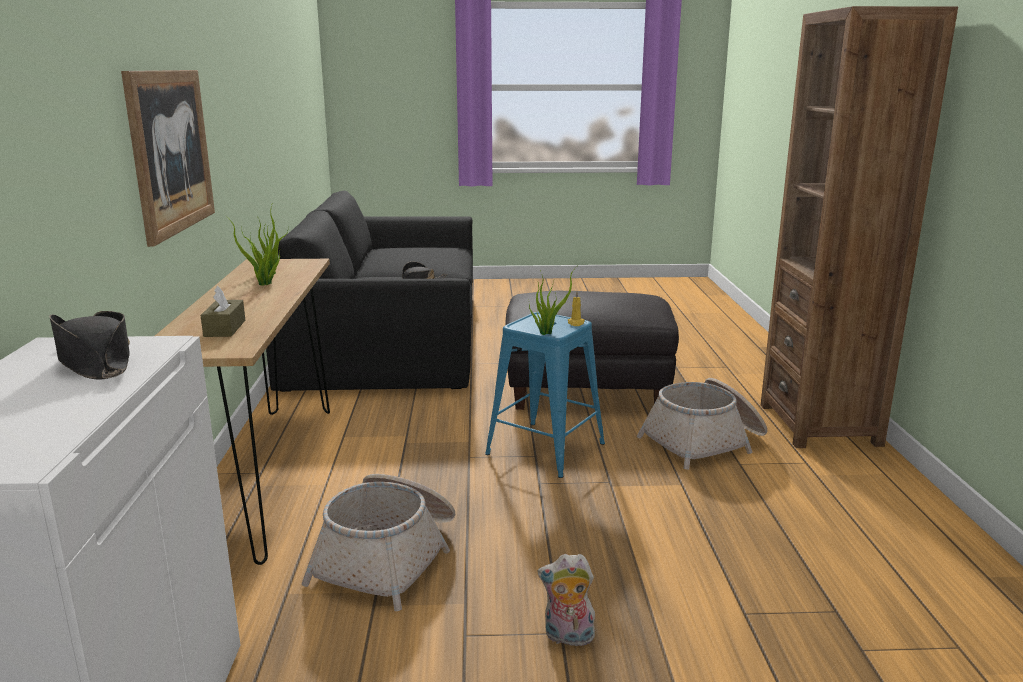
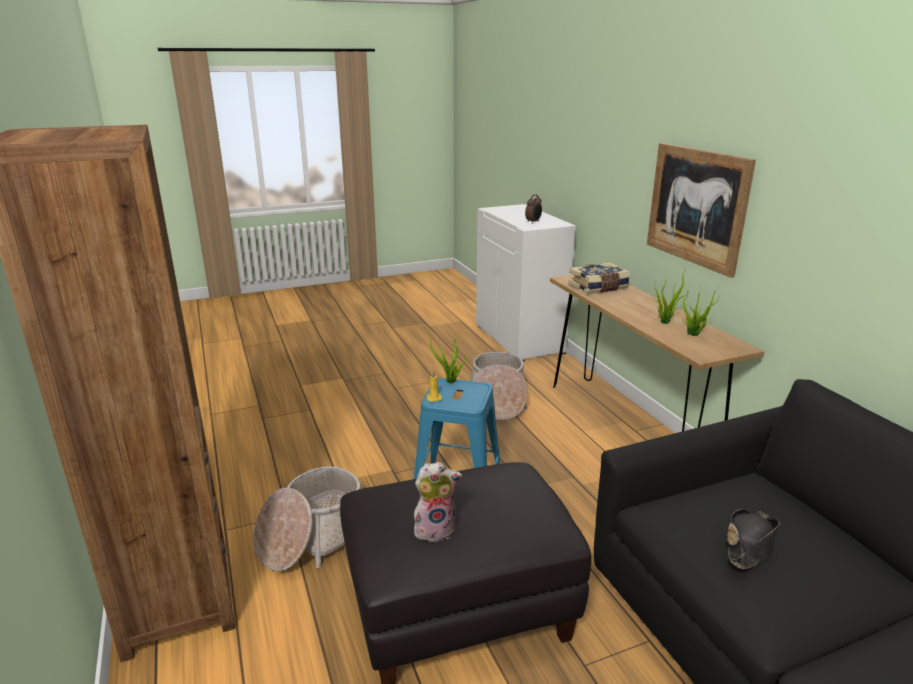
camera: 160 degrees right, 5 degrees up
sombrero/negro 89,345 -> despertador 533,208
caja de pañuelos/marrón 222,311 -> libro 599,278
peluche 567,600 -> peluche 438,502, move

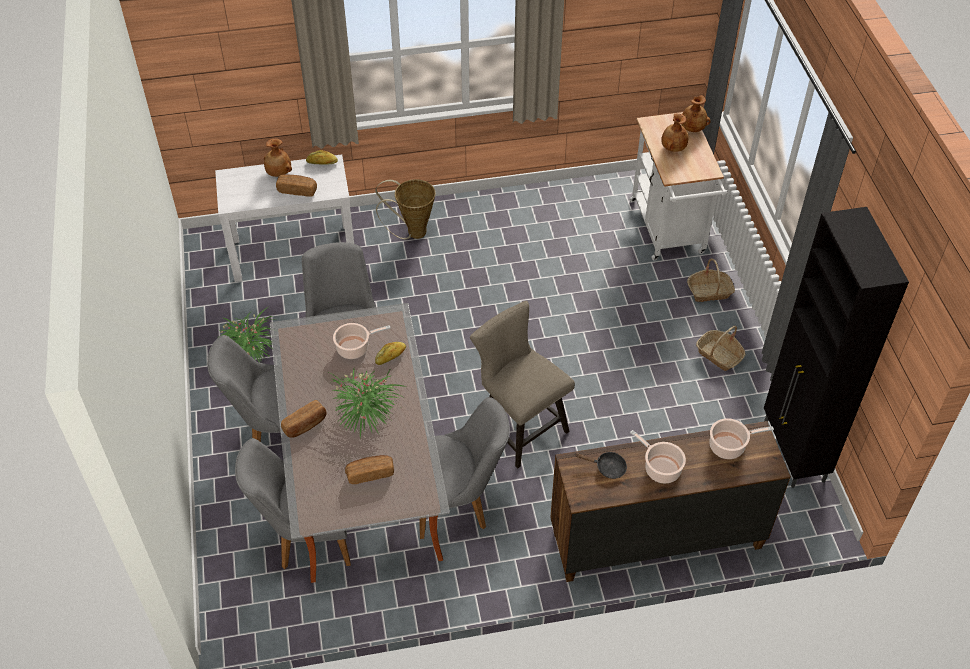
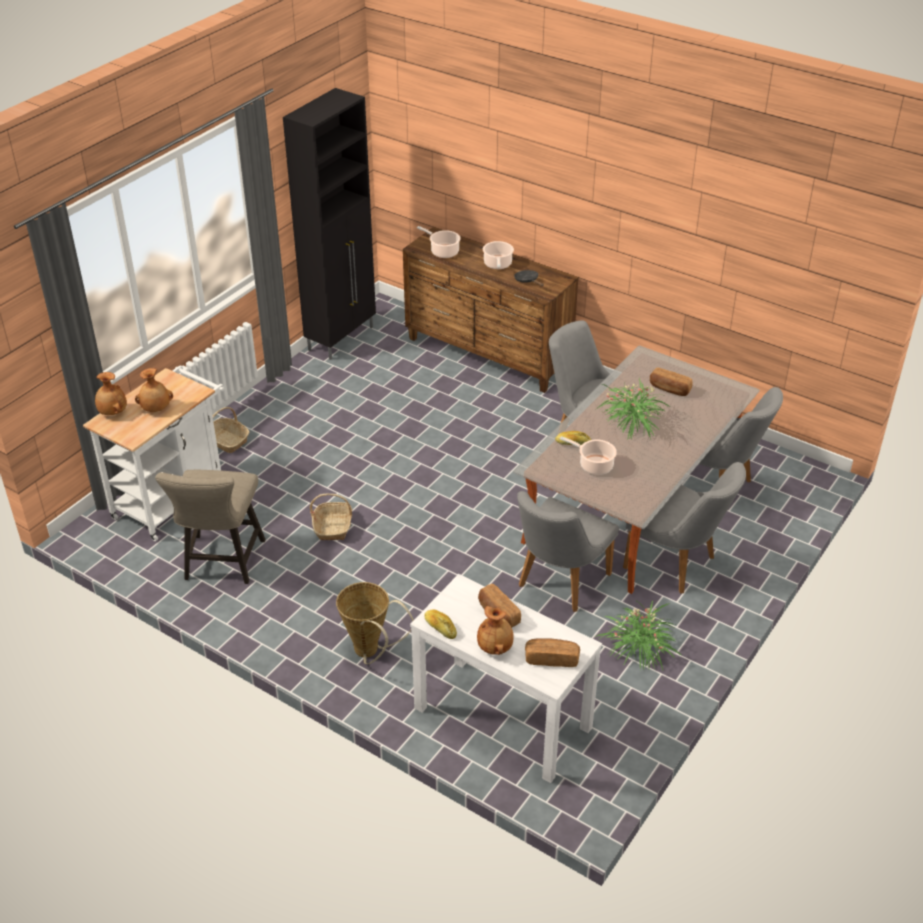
camera: 135 degrees left, 10 degrees down
pan 303,419 -> pan 552,652, move
taburete/beis 522,384 -> taburete/beis 210,527, move
cesta 720,348 -> cesta 331,517, move

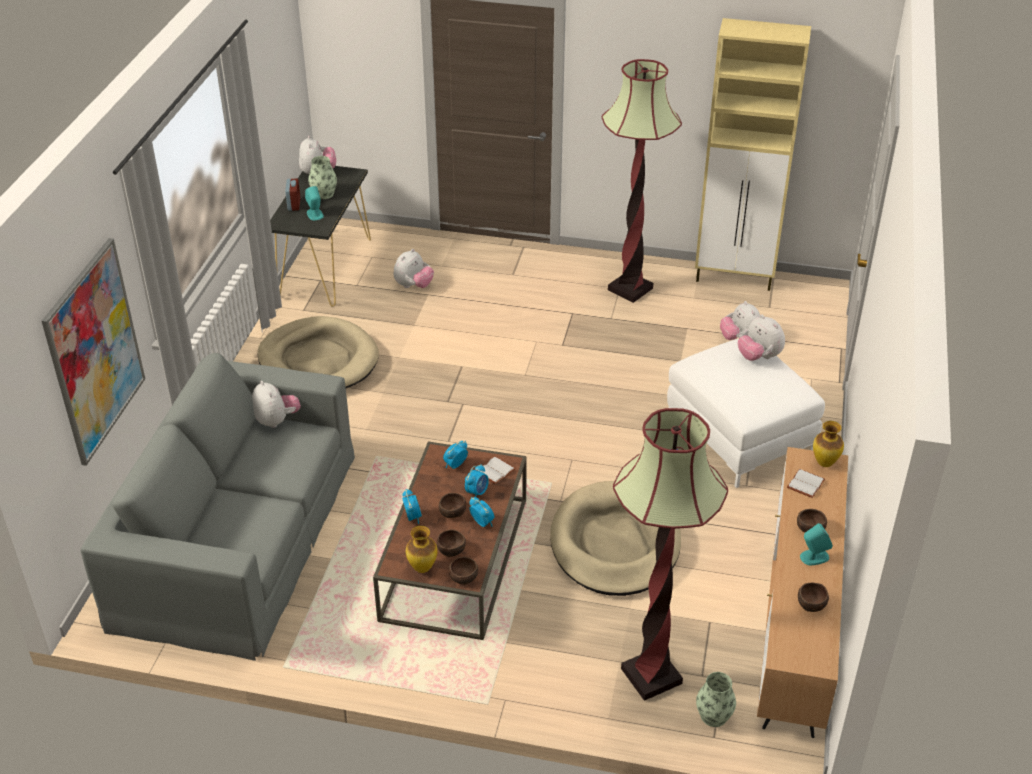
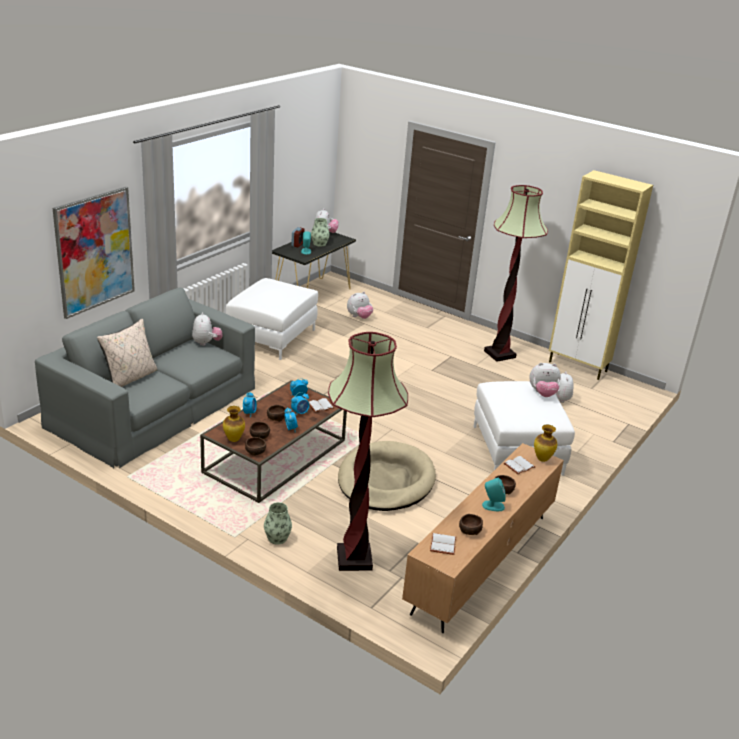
camera: 20 degrees right, 10 degrees down
cama para perro/beis 318,352 -> puf/blanco 272,319
florero 716,699 -> florero 278,523, move
peluche 761,338 -> peluche 545,380, 75 degrees counterclockwise
none -> cojín/beis 127,353
none -> libro/blanco 443,544

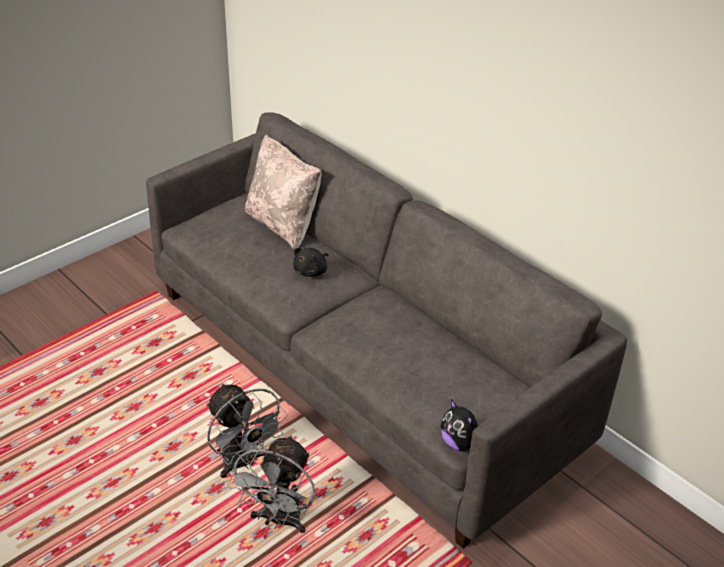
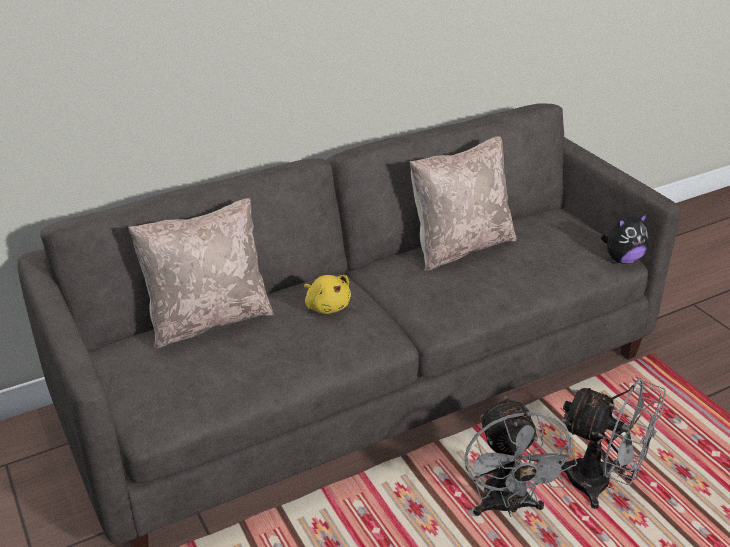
camera: 75 degrees left, 5 degrees down
ventilador/gris 247,430 -> ventilador/gris 521,456, 105 degrees clockwise
peluche/negro 310,262 -> peluche/amarillo 327,294
none -> cojín/beis 463,203

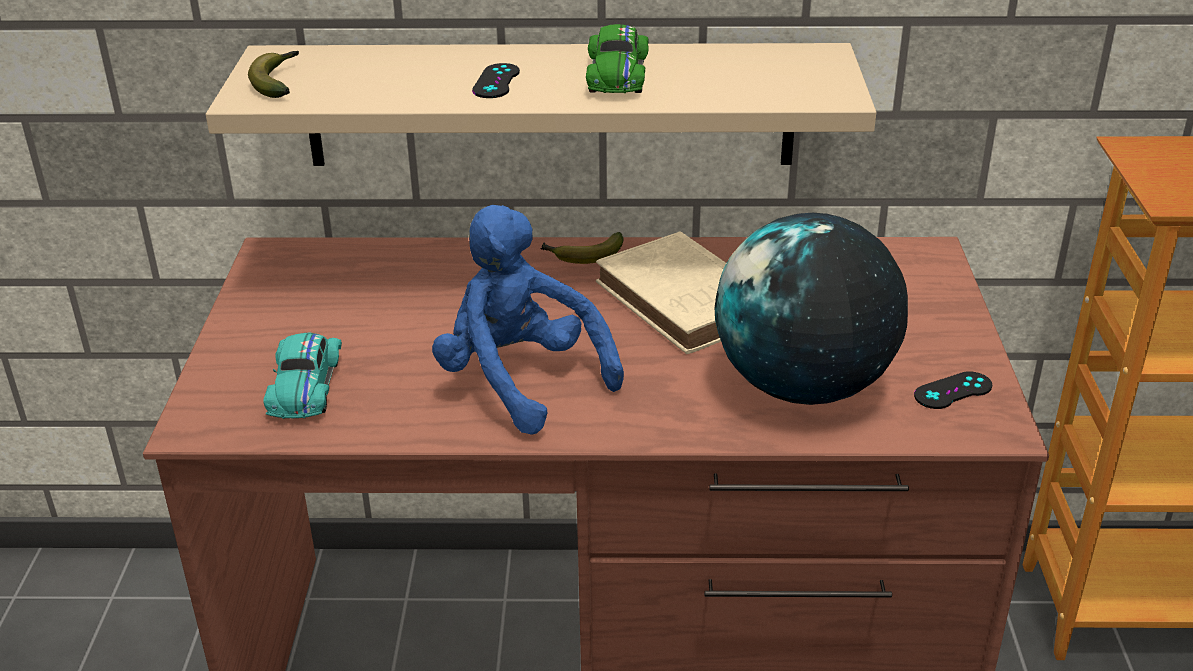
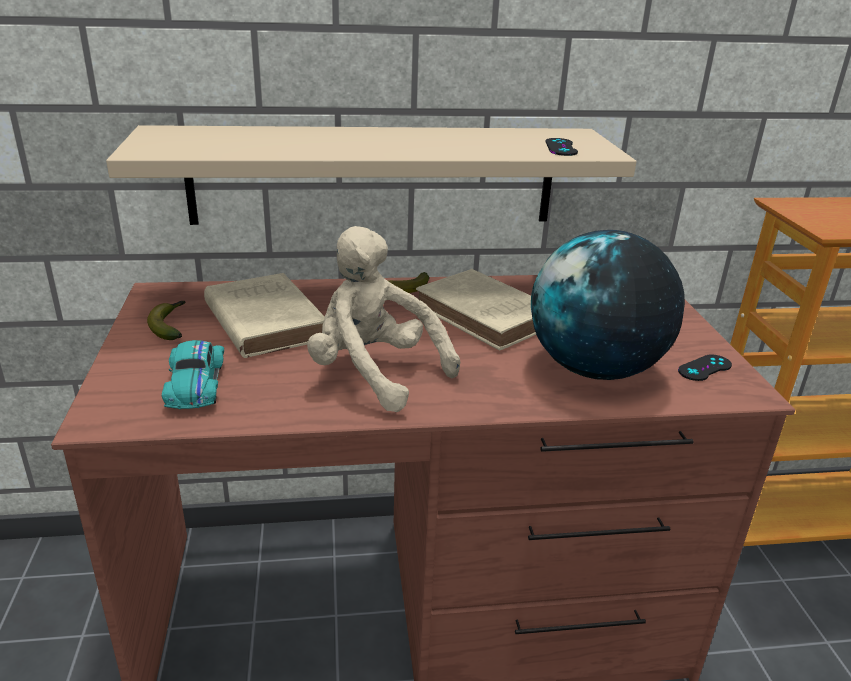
camera: 10 degrees left, 5 degrees down
plátano 273,74 -> plátano 166,320, move
peluche/azul 528,320 -> peluche/beis 383,319
mando de consola/negro 496,80 -> mando de consola/negro 561,147, move
coche de juguete/verde 617,58 -> none
none -> libro/beis 264,315

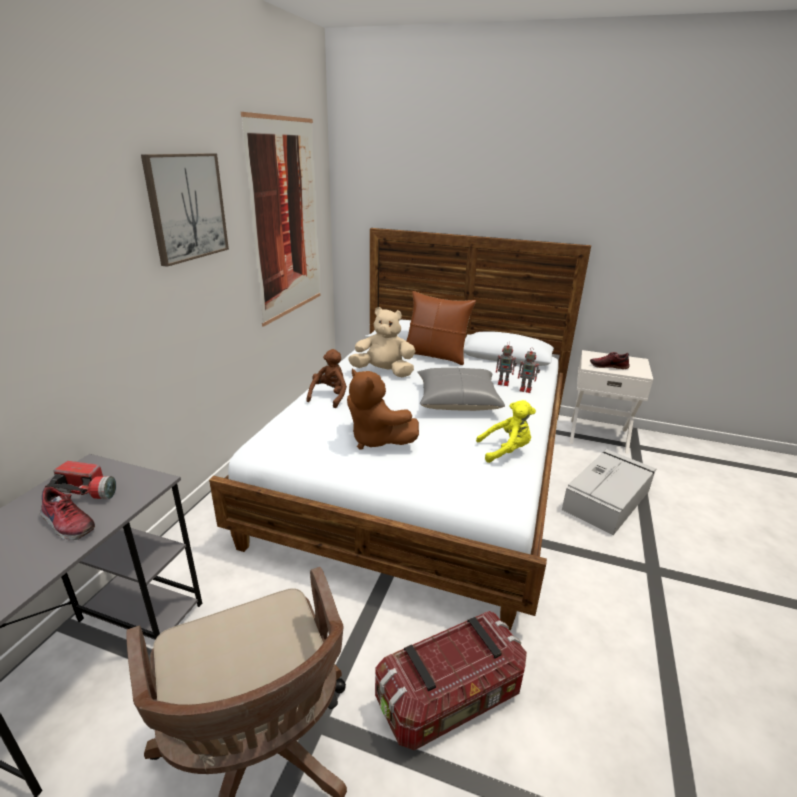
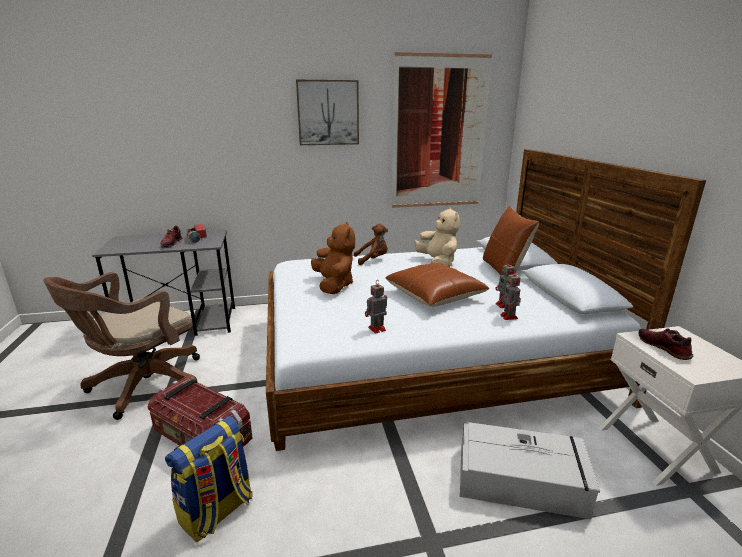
camera: 60 degrees right, 5 degrees down
peluche/marrón 383,409 -> peluche/marrón 333,258, 150 degrees clockwise
cojín/gris 461,389 -> cojín/marrón 438,285
peluche/amarillo 506,431 -> robot de juguete 376,307
none -> mochila 209,479

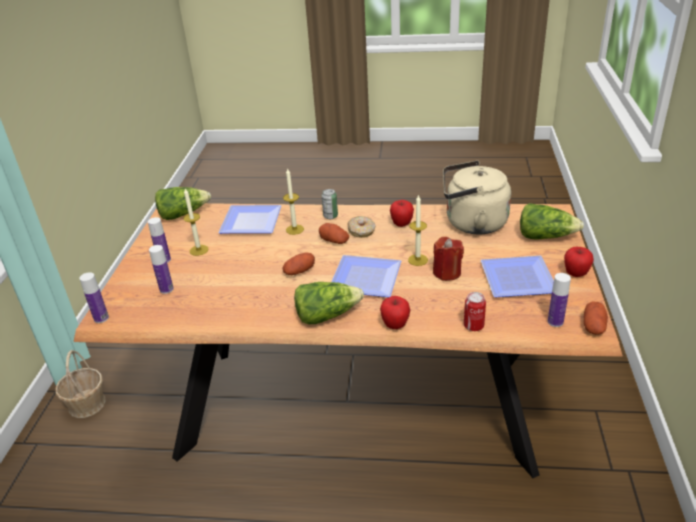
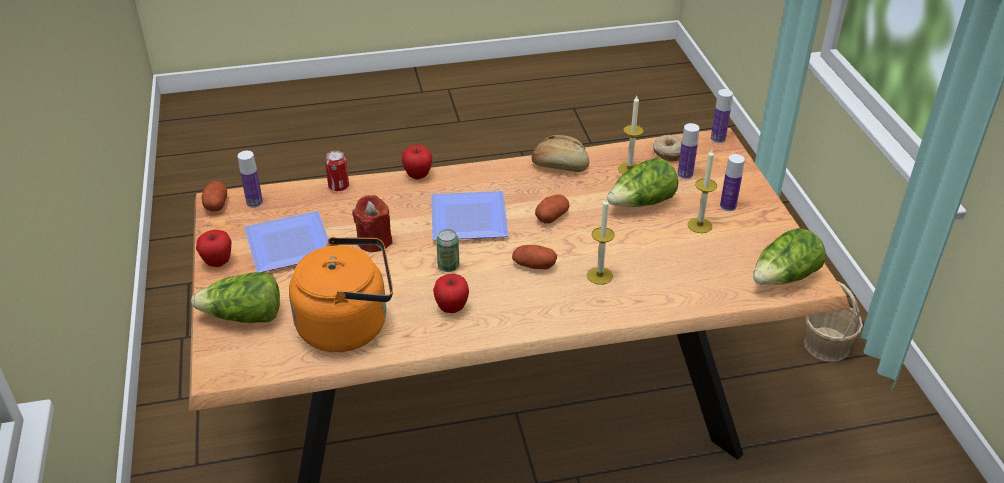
camera: 160 degrees right, 5 degrees up
plato 250,219 -> none
lechuga 329,303 -> lechuga 642,182, move
lata 330,204 -> lata 447,250, move
rosquilla 361,227 -> rosquilla 667,148, move
vela 418,230 -> vela 631,135, move
hervidor/beis 477,197 -> hervidor/naranja 341,294
none -> pan 560,153

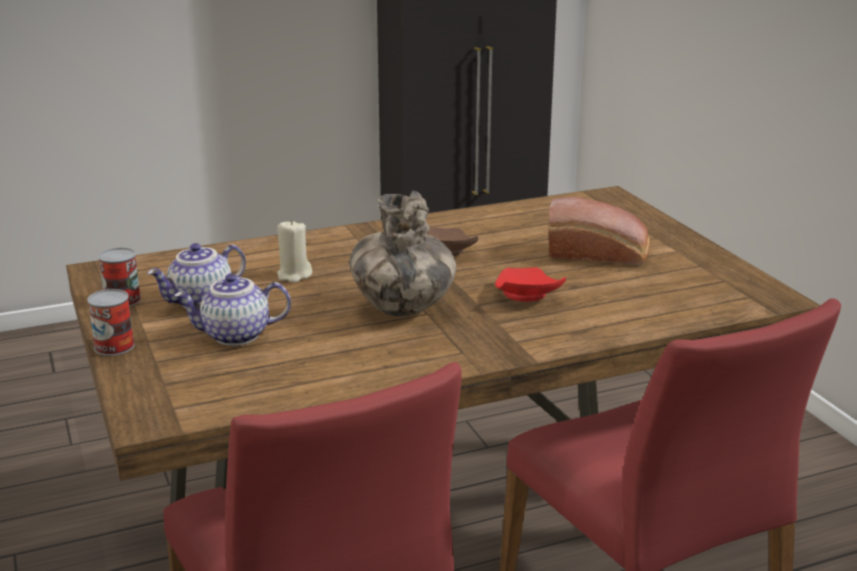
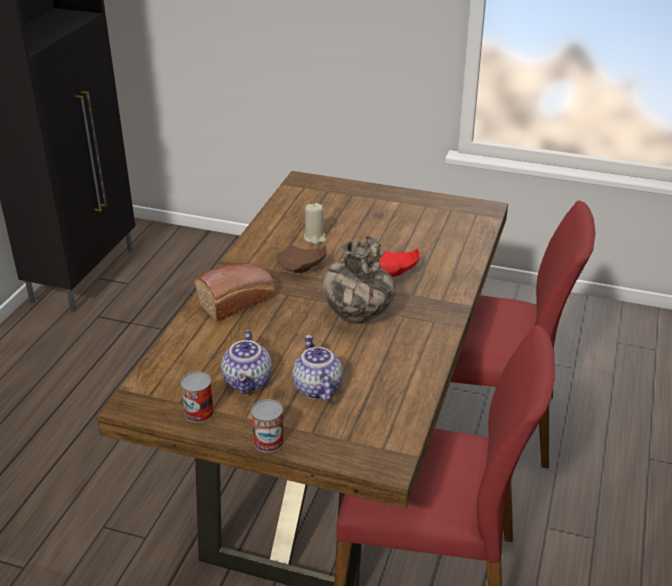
camera: 50 degrees left, 10 degrees up
tetera 232,309 -> tetera 317,368, 135 degrees clockwise
vela/beis 295,251 -> vela/beis 315,223, move
pan 599,231 -> pan 235,292, move

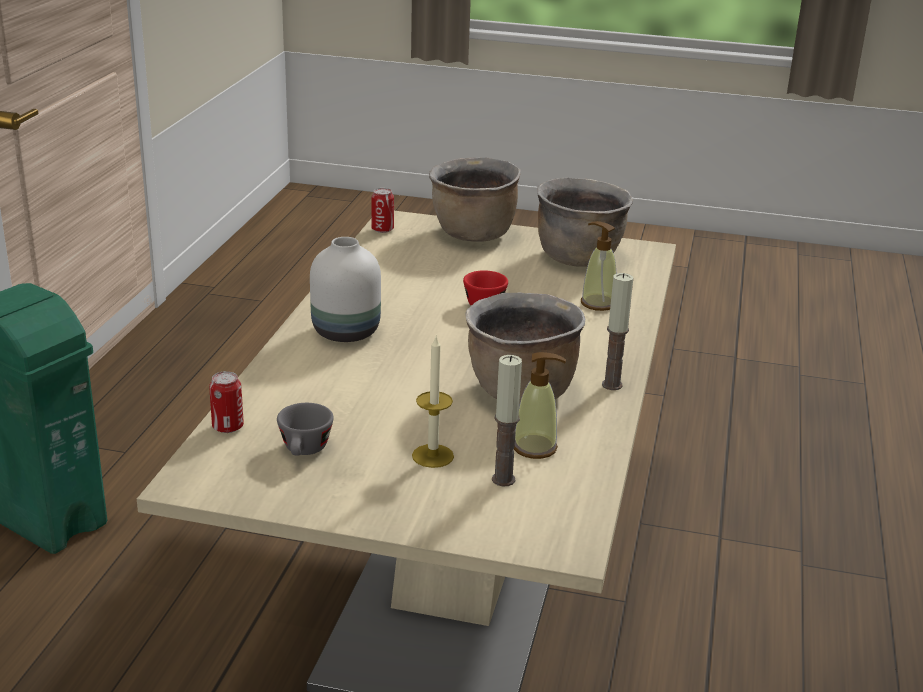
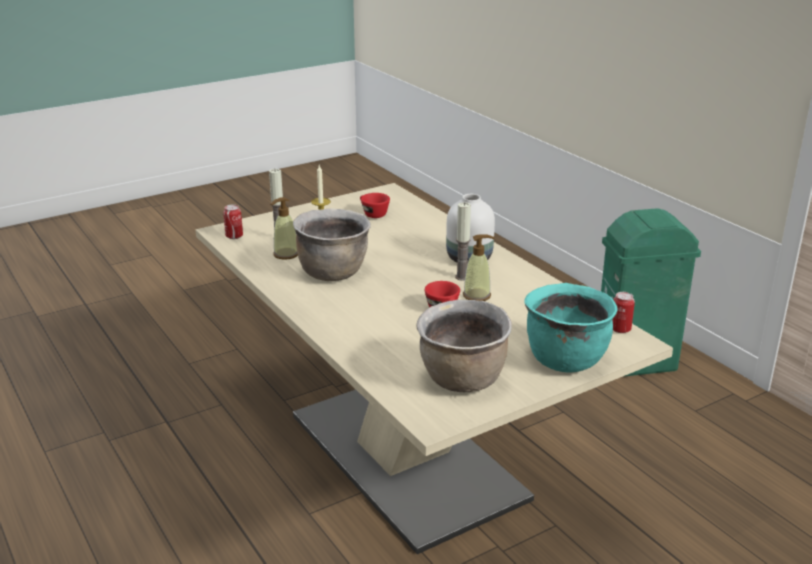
camera: 135 degrees right, 0 degrees up
lata 226,402 -> lata 233,221, move
taza/gris 305,429 -> taza/rojo 375,205
olla/marrón 475,200 -> olla/turquesa 571,327
dispensador de jabón 598,266 -> dispensador de jabón 479,267, move
vela 617,331 -> vela 463,241, move

